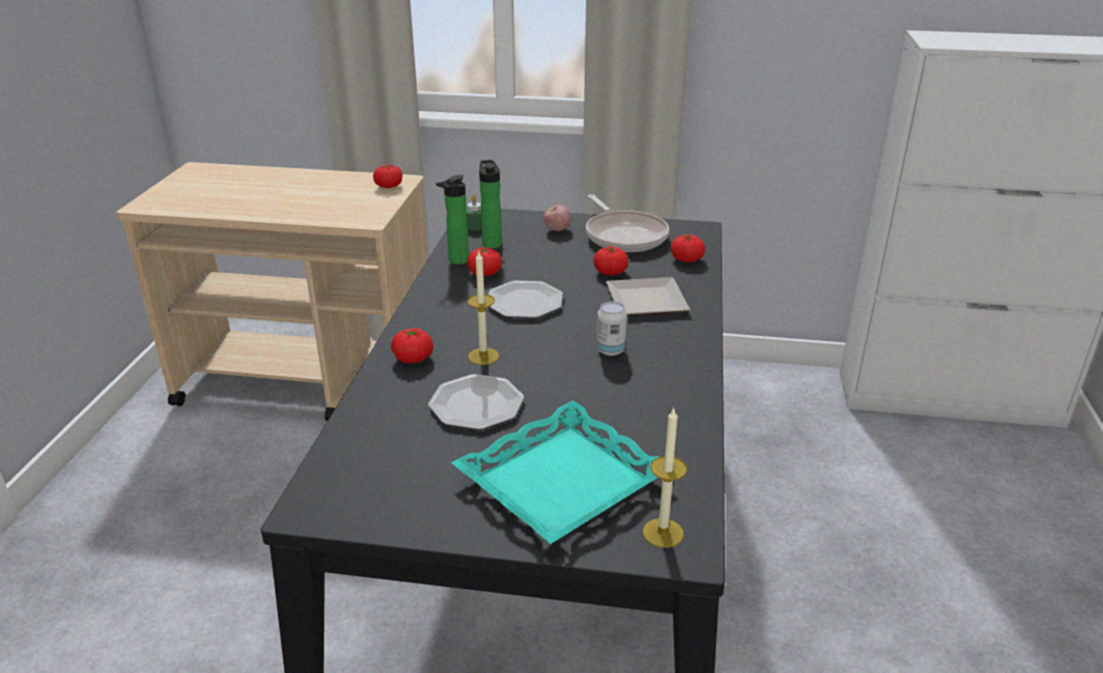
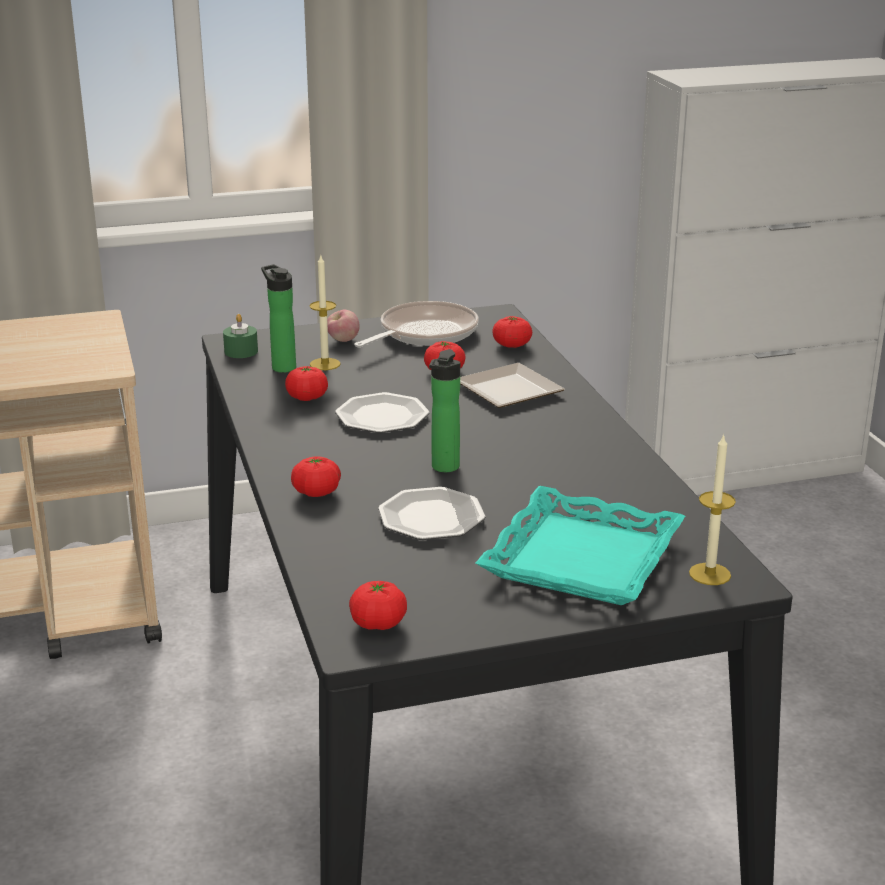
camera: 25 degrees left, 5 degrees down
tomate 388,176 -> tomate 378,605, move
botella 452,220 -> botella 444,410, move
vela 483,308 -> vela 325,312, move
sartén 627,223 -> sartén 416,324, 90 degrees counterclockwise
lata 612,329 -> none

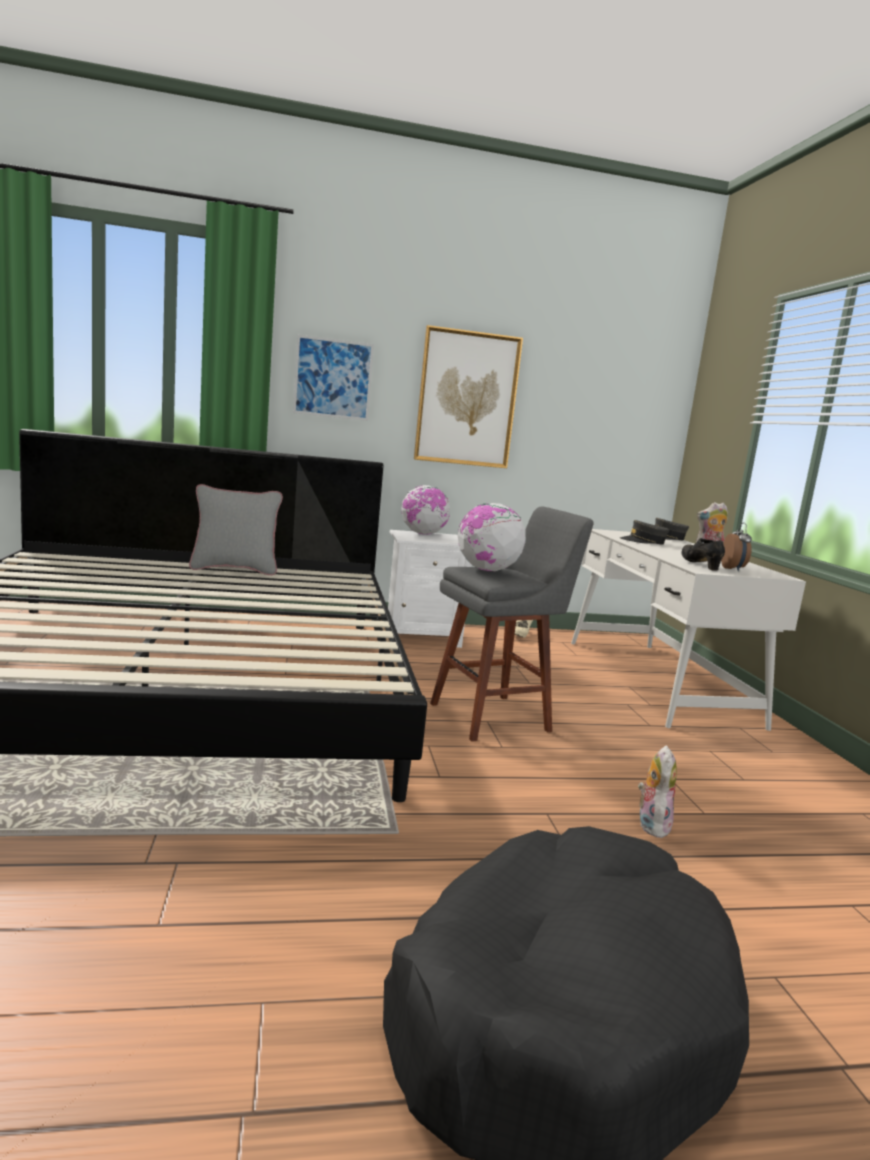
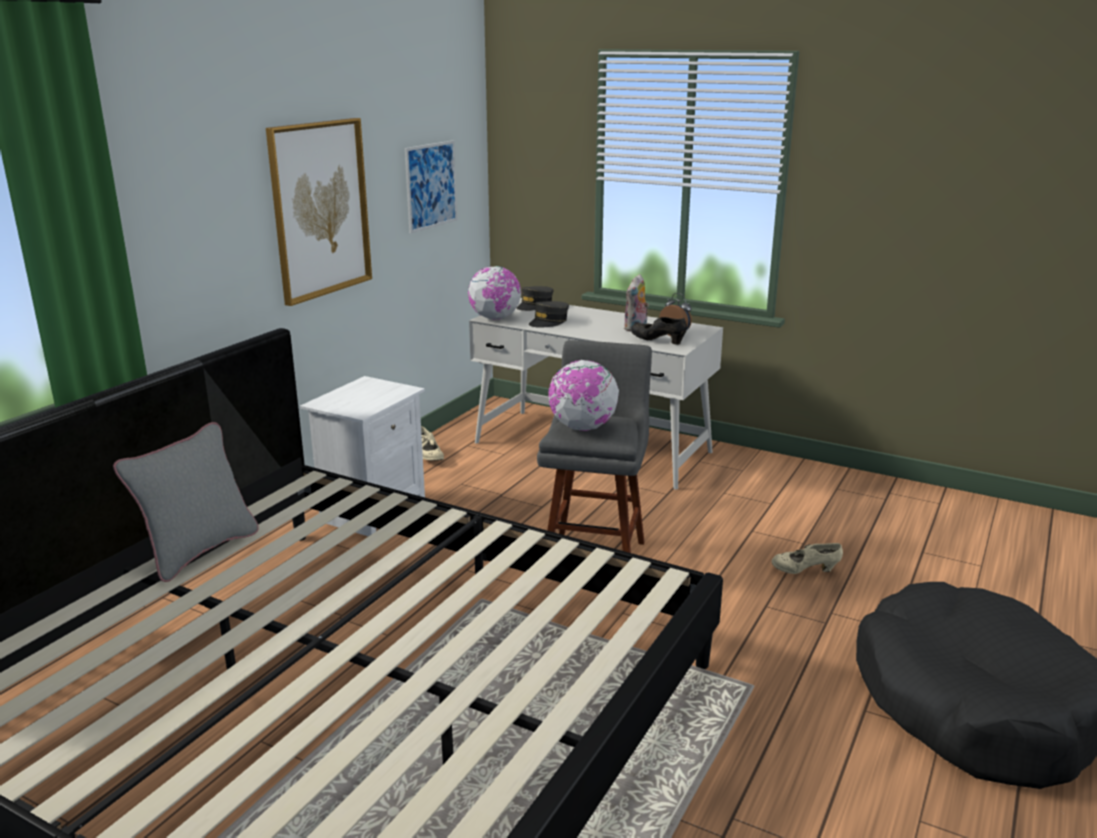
camera: 50 degrees left, 10 degrees up
cuadro 333,378 -> cuadro 431,186, move
globo terráqueo 425,510 -> globo terráqueo 494,292, move
peluche 657,791 -> zapato/beis 807,558

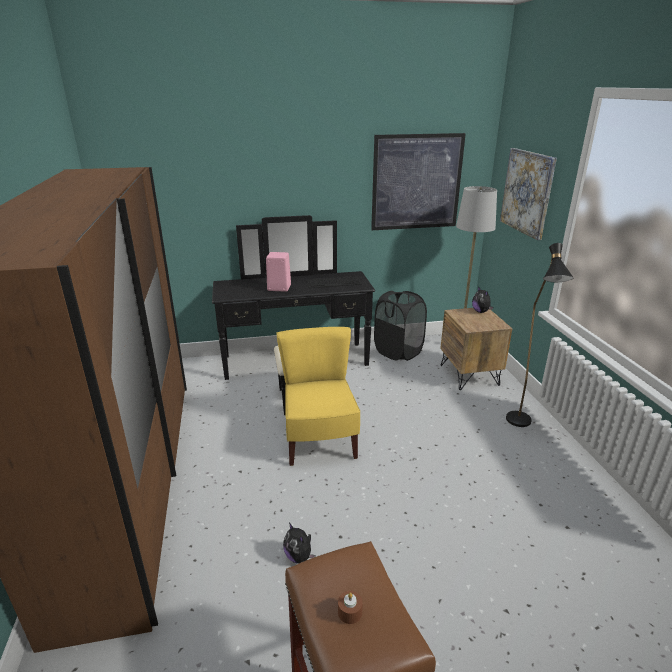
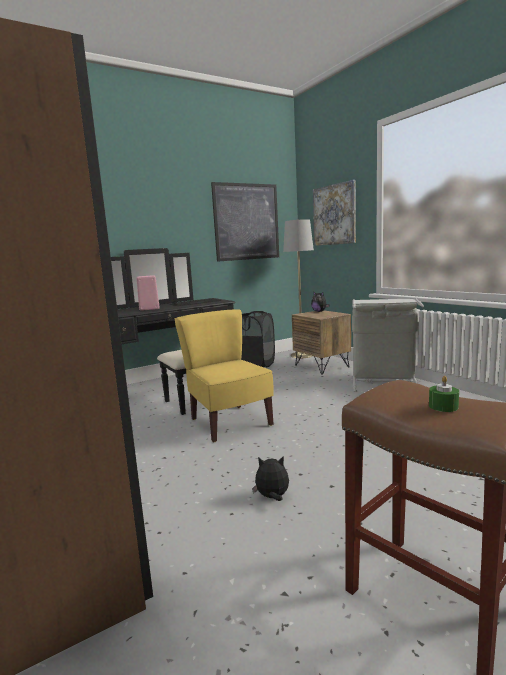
camera: 20 degrees left, 15 degrees down
peluche 299,543 -> peluche 270,478, 150 degrees clockwise
vela/marrón 350,607 -> vela/verde 444,394
lámpara de pie/negro 539,335 -> cesto de la ropa/gris 388,345

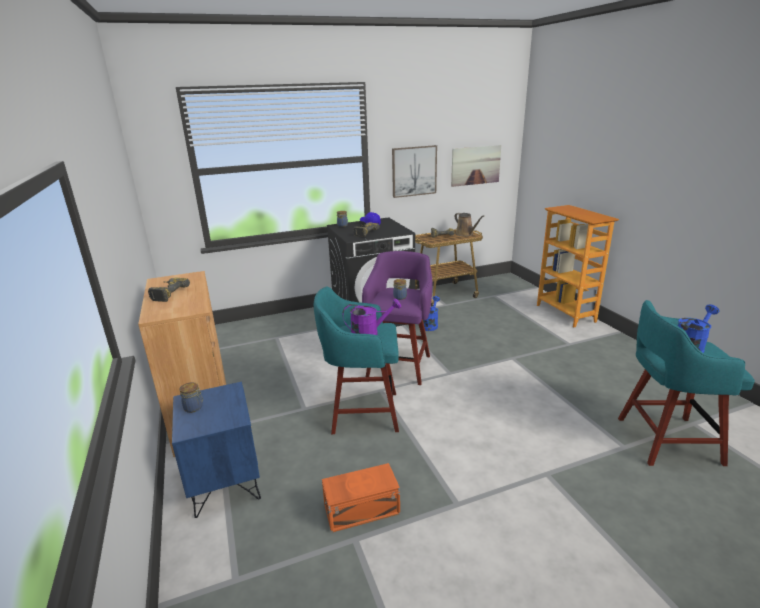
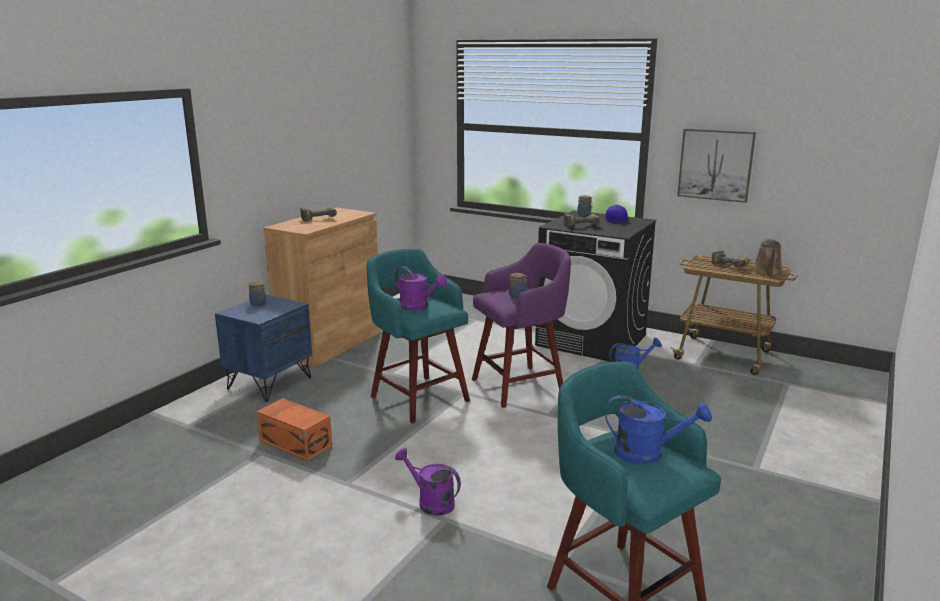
camera: 50 degrees right, 5 degrees down
cuadro 476,166 -> none
estantería 578,266 -> none
none -> regadera/morado 428,482

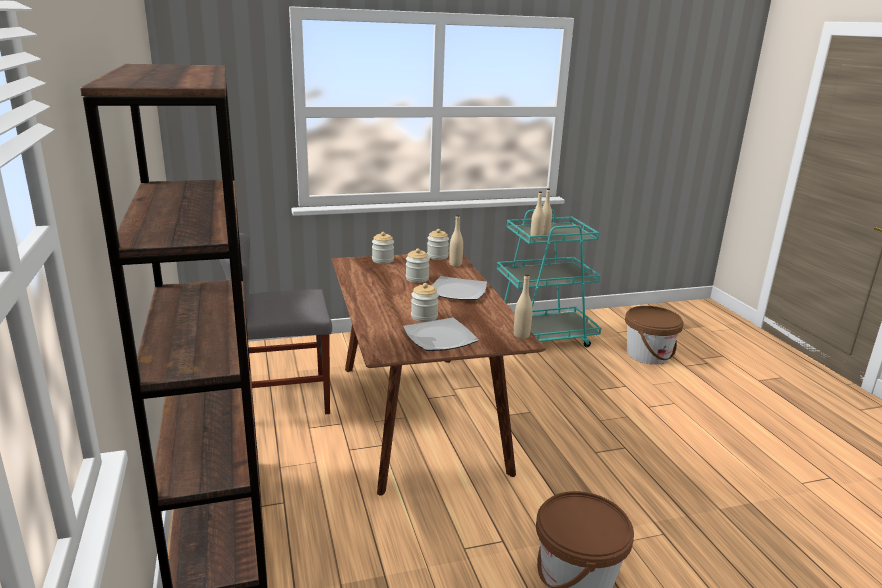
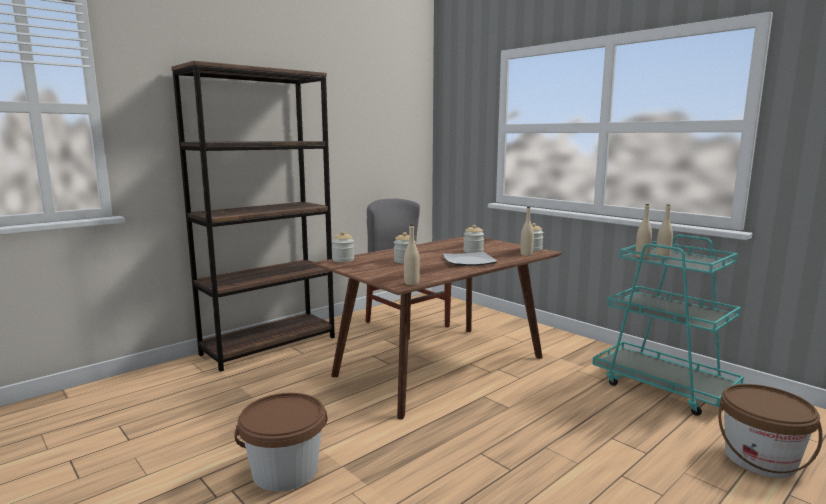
camera: 65 degrees right, 10 degrees down
tarro 383,248 -> tarro 343,246, move
plato 441,334 -> none

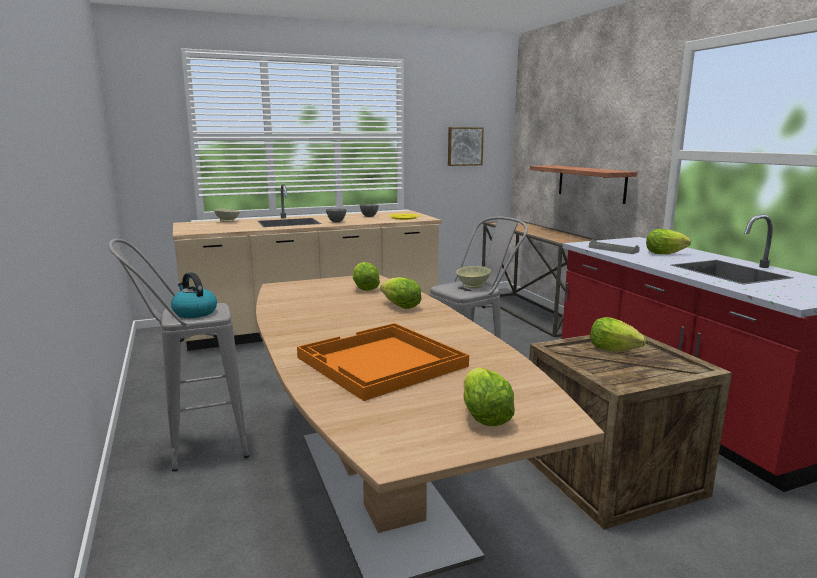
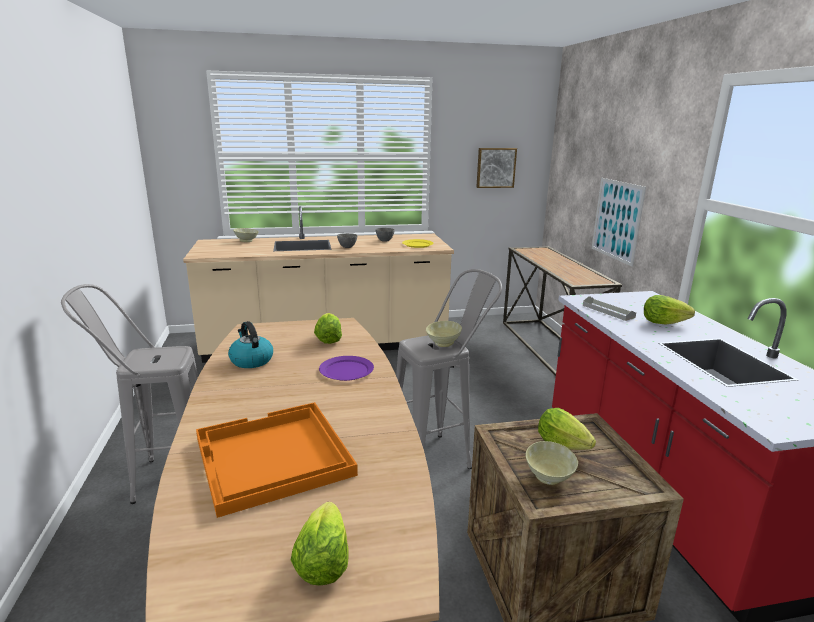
camera: 10 degrees right, 5 degrees up
hervidor 194,295 -> hervidor 250,344, move
lechuga 400,293 -> plato/morado 346,368
estante 583,184 -> cuadro 619,222
none -> cuenco/beis 552,463

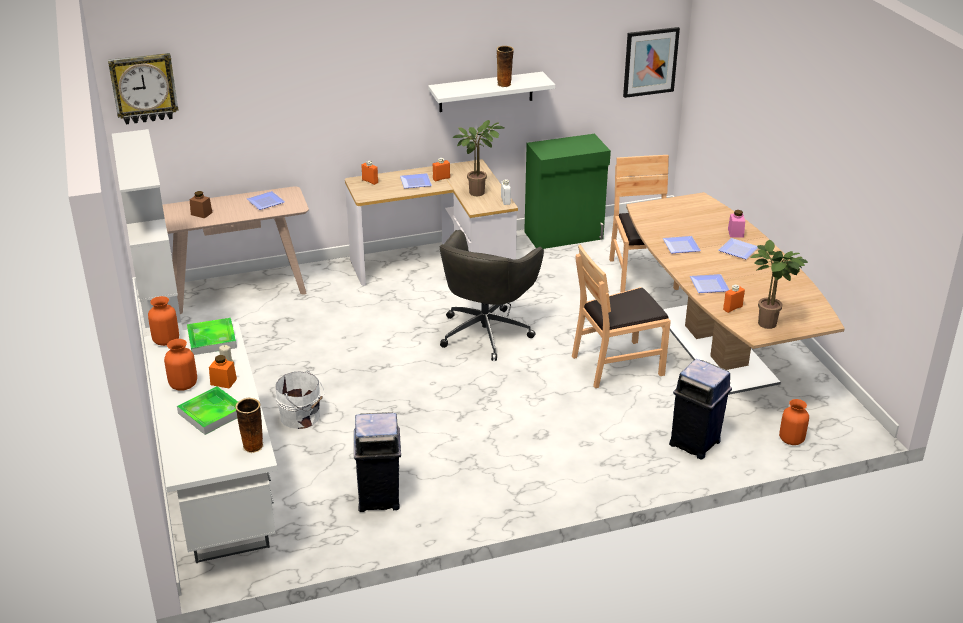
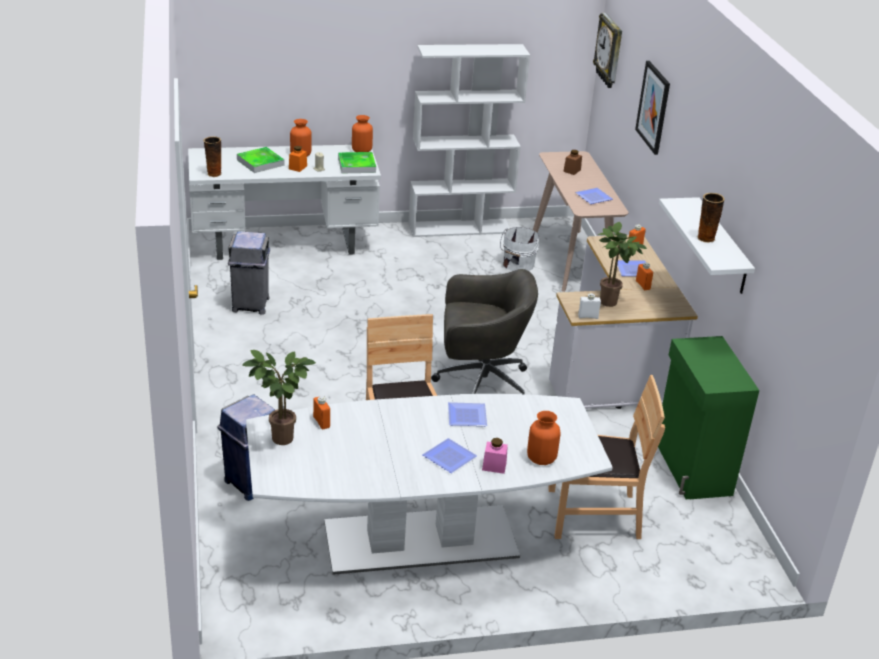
camera: 95 degrees right, 0 degrees up
cubo/blanco 300,399 -> cubo/blanco 519,249, move
silla de oficina/gris 491,295 -> silla de oficina/gris 484,331, 150 degrees clockwise
cuadro 651,62 -> cuadro 652,108, move
mesa de comedor/marrón 735,293 -> mesa de comedor/blanco 429,484
plato 709,283 -> none
florero/naranja 794,422 -> florero/naranja 543,438, move

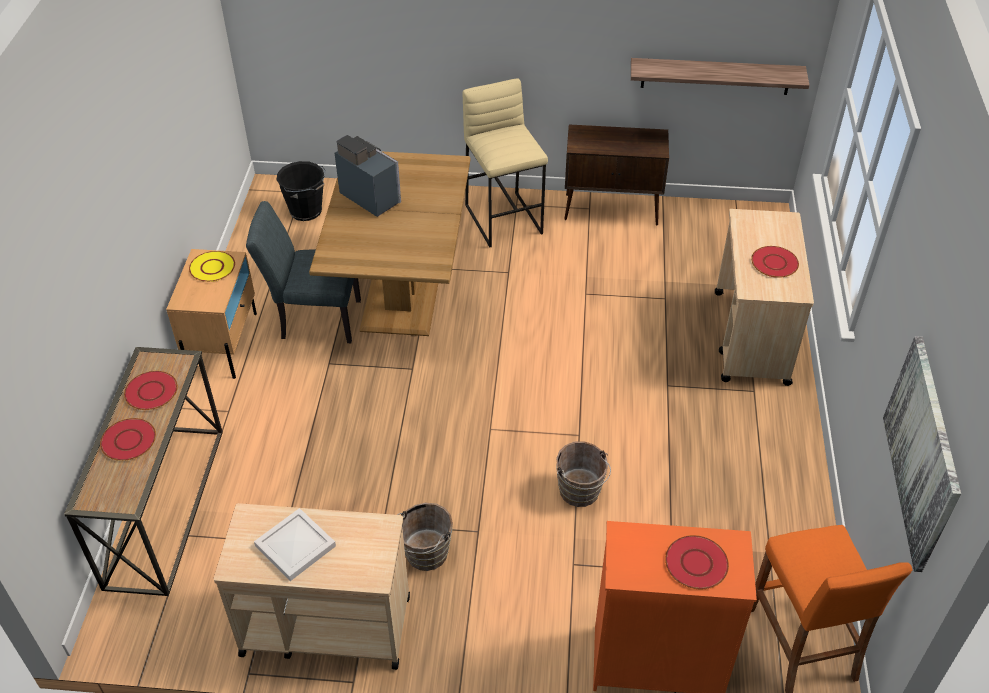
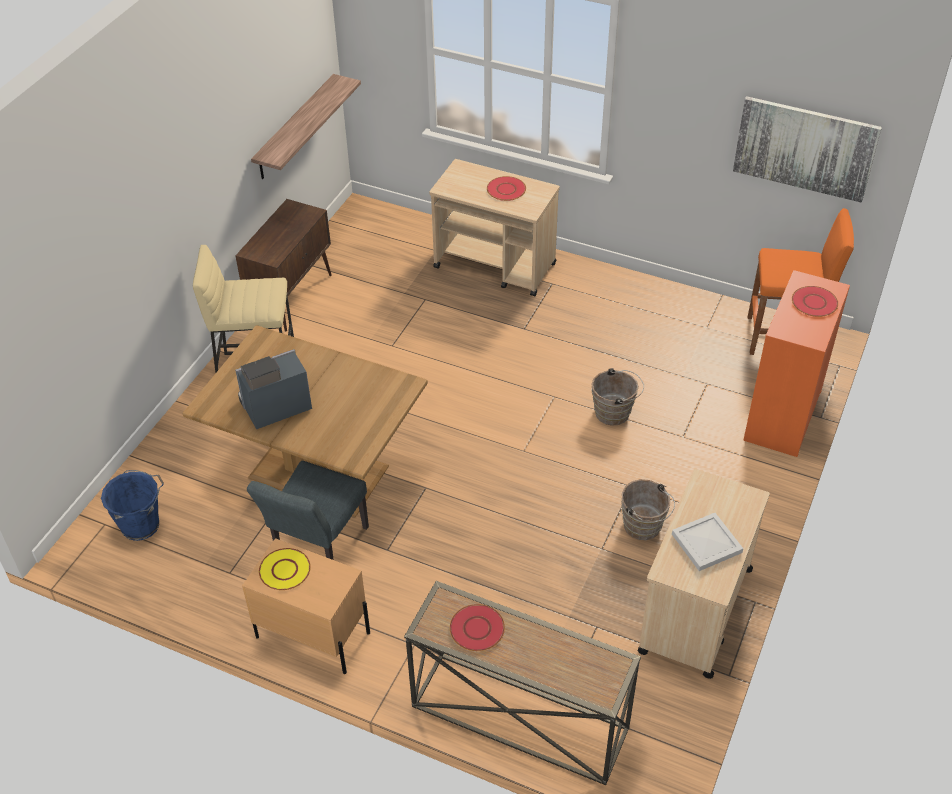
camera: 70 degrees left, 0 degrees up
plato/rojo 128,439 -> none
cubo/negro 300,191 -> cubo/azul 132,505

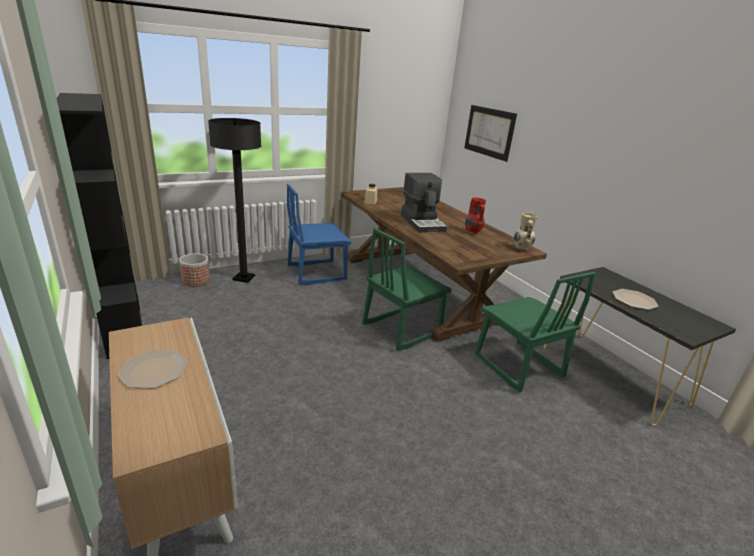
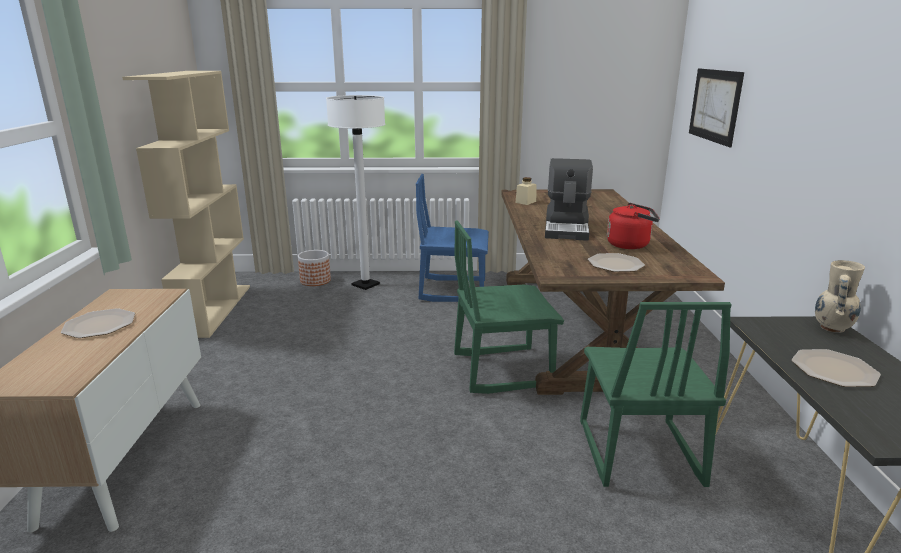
camera: 30 degrees right, 5 degrees down
estantería/negro 99,226 -> estantería/beis 186,204
lámpara de pie/negro 234,200 -> lámpara de pie/blanco 355,192
florero/rojo 475,216 -> hervidor/rojo 633,226
florero/beis 526,231 -> florero/beis 840,296, move
none -> plato 616,262

